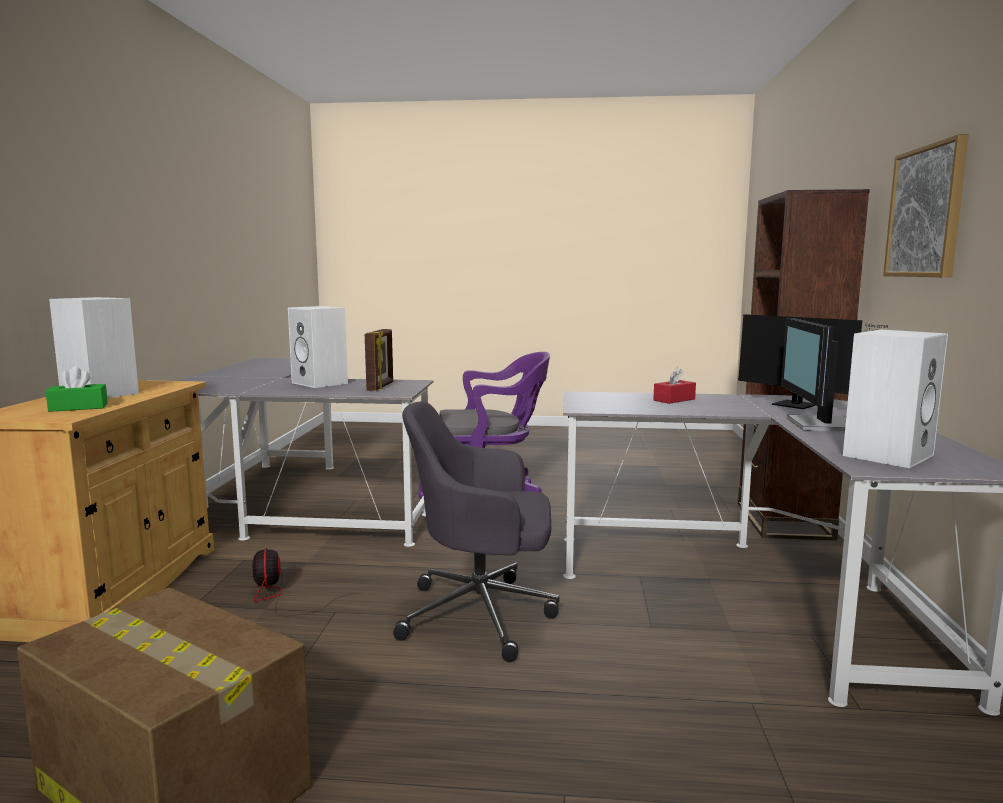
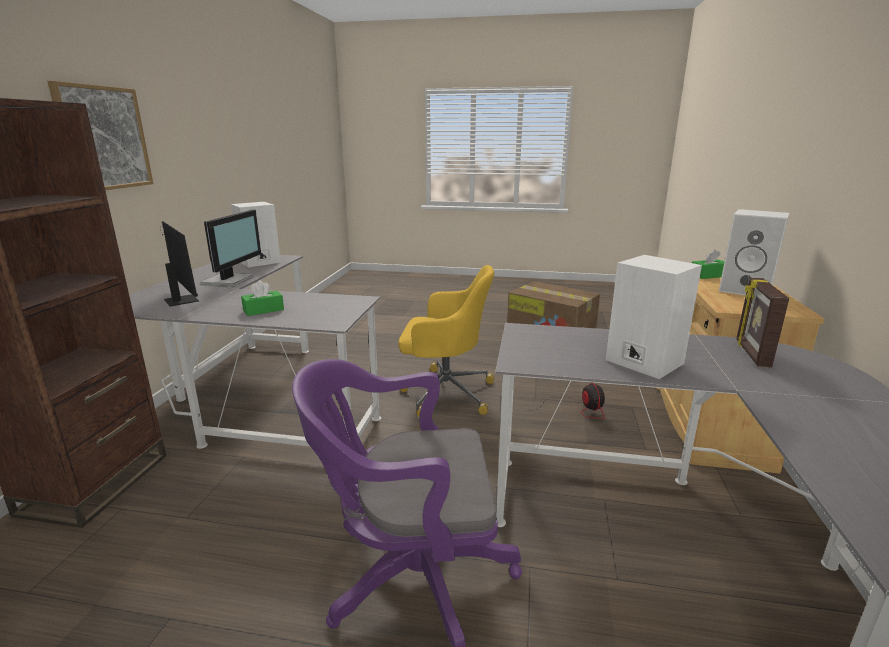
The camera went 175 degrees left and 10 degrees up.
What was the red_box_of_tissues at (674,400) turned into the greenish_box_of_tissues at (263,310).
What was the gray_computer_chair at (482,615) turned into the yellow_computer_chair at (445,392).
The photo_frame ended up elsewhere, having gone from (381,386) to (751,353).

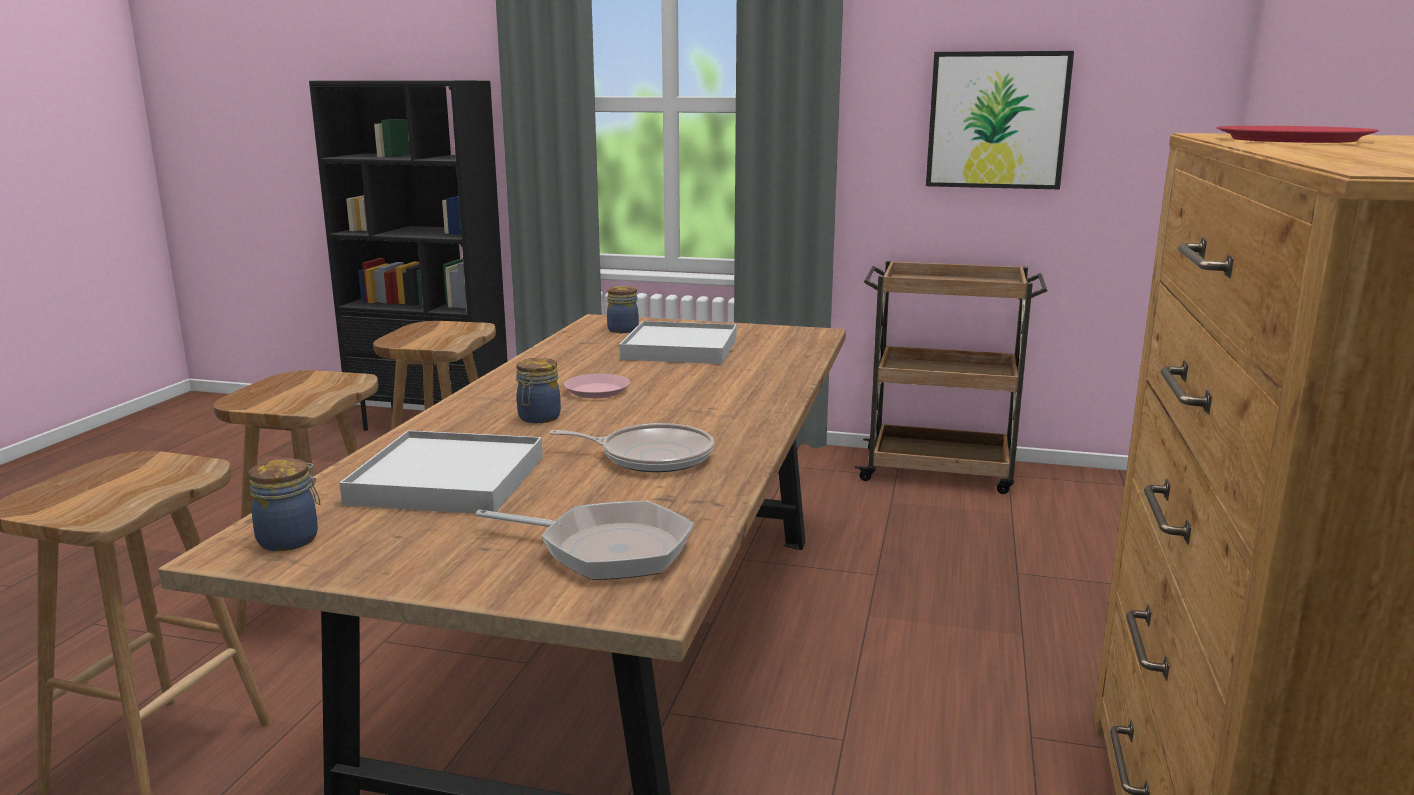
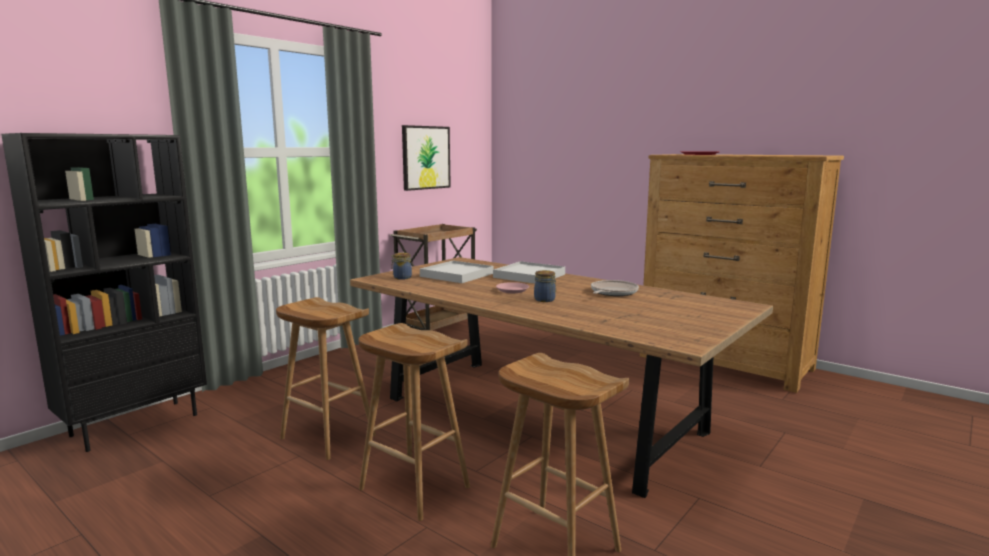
The camera went 65 degrees left and 5 degrees down.
The white-coloured_serving_tray ended up elsewhere, having gone from (449,480) to (529,276).
The second view lost the preserve_jar at (291,539).
The second view lost the pan at (606,549).

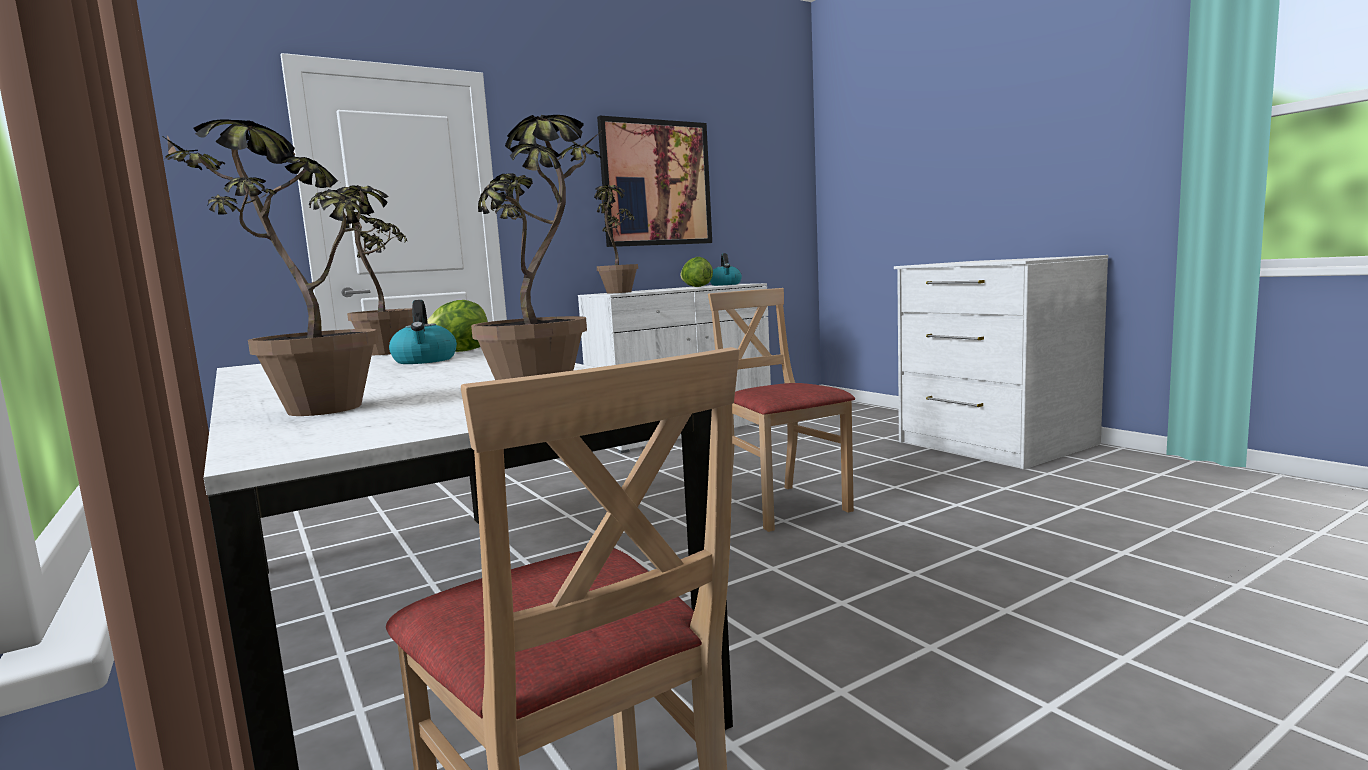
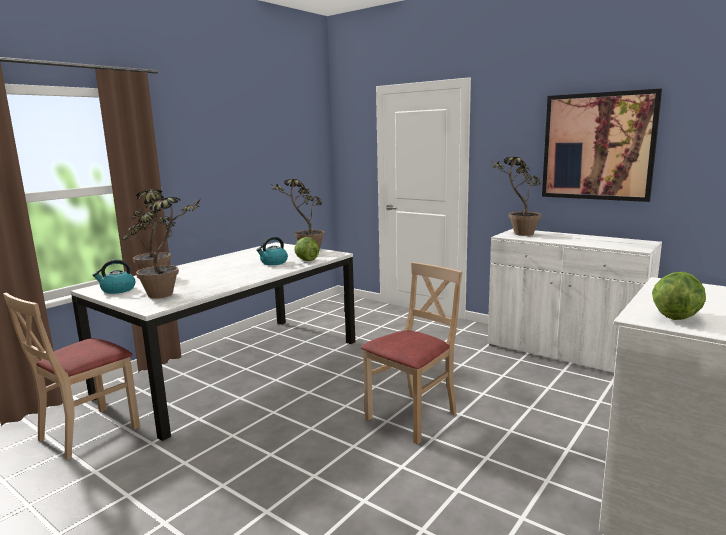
The camera went 70 degrees right and 5 degrees up.
The tea_kettle ended up elsewhere, having gone from (726,284) to (117,290).
The head_of_lettuce ended up elsewhere, having gone from (696,287) to (675,316).

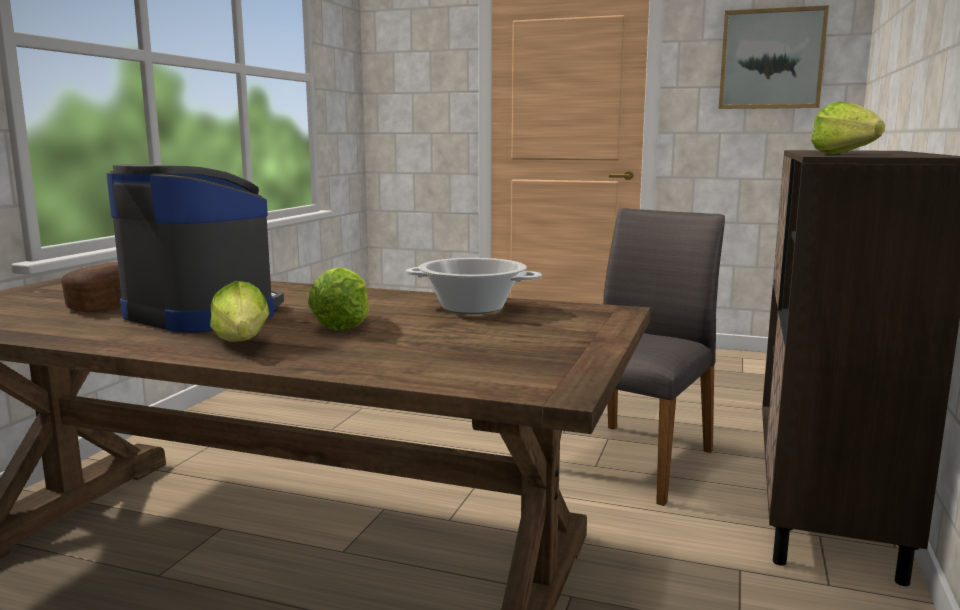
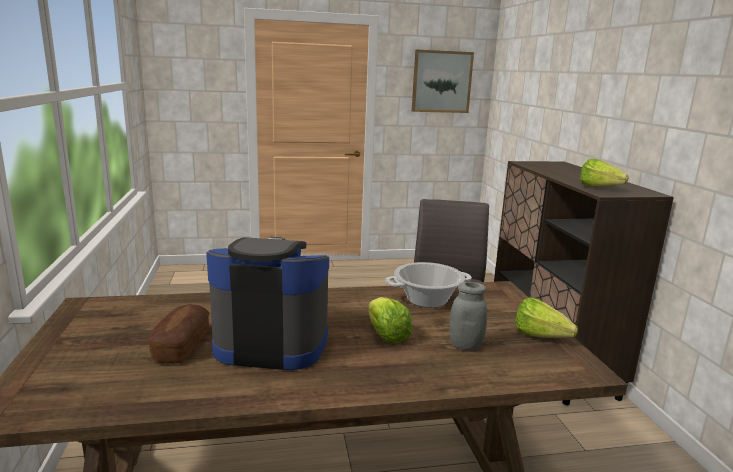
The camera went 30 degrees left and 5 degrees up.
The second view gained the gray_preserve_jar at (465,345).
The head_of_lettuce ended up elsewhere, having gone from (241,346) to (544,338).

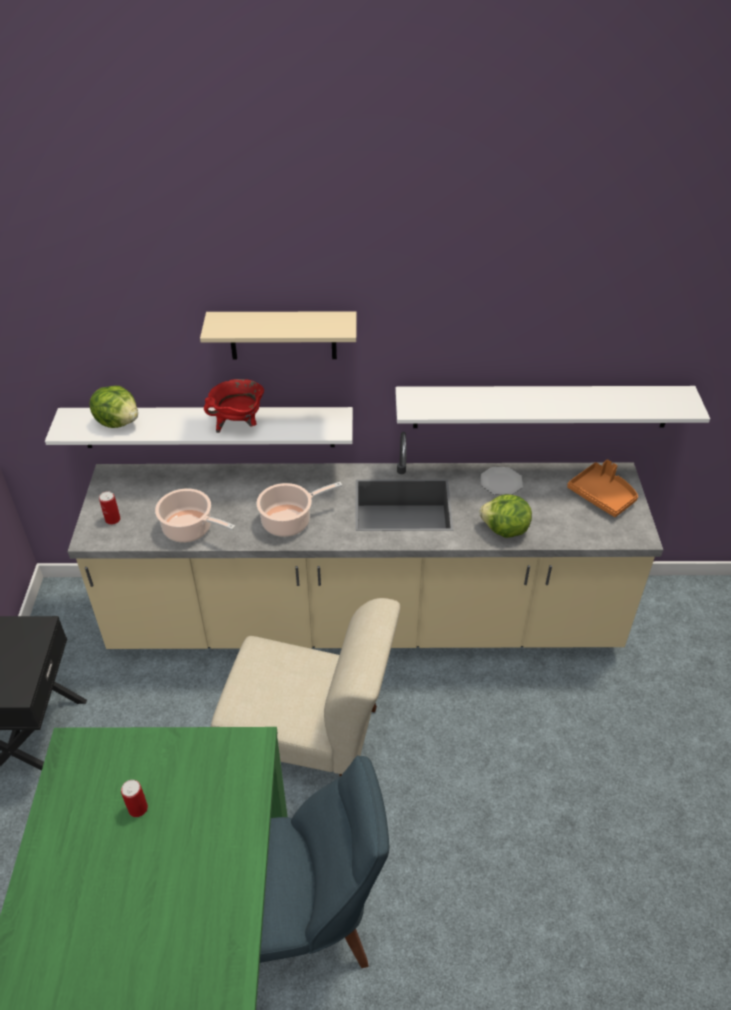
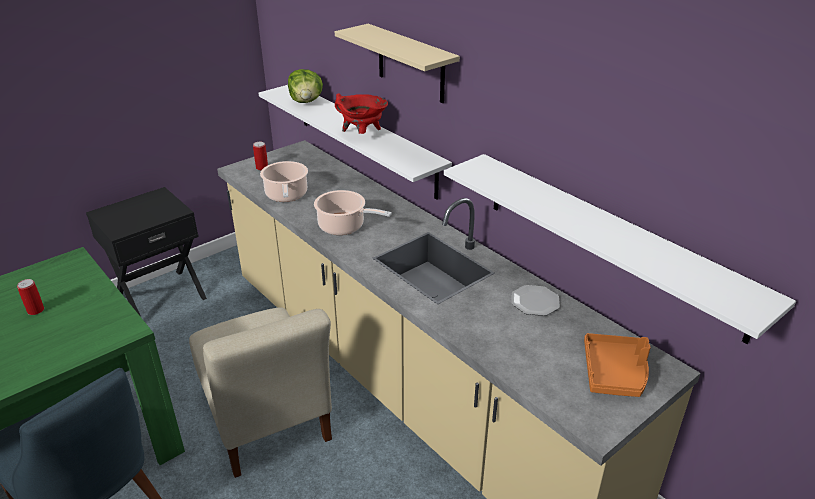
The camera went 50 degrees right and 10 degrees down.
The second view lost the head_of_lettuce at (504,530).

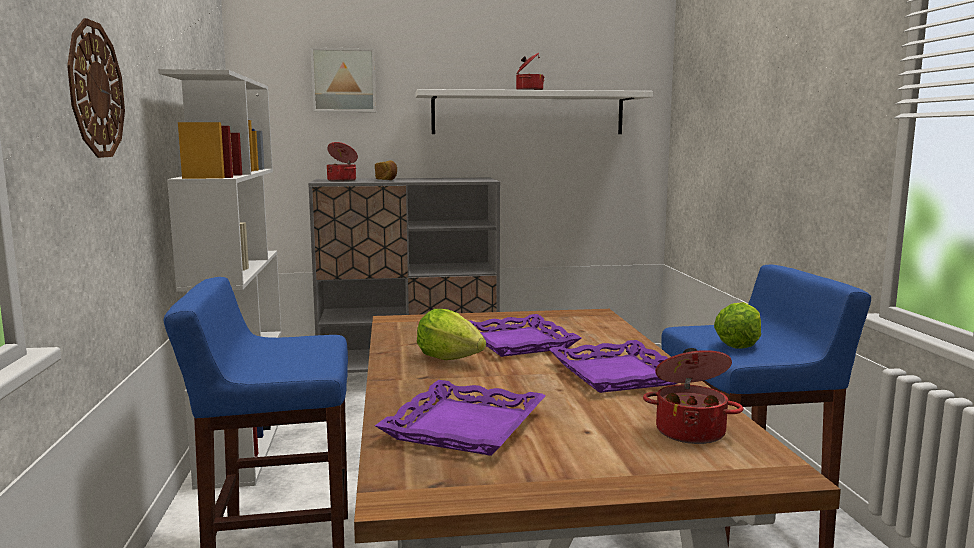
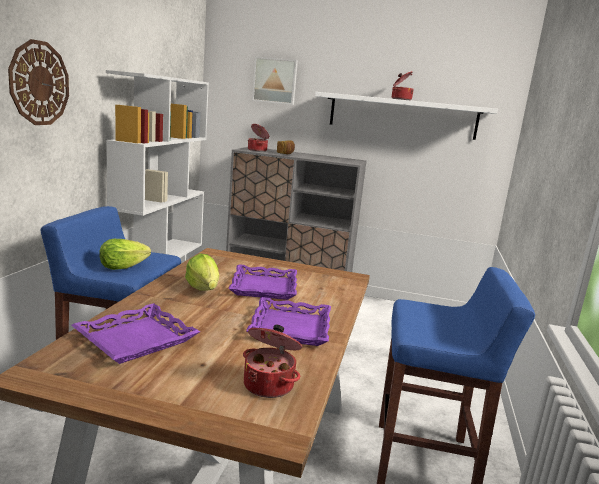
The camera went 20 degrees right and 5 degrees up.
The head_of_lettuce ended up elsewhere, having gone from (738,344) to (122,267).

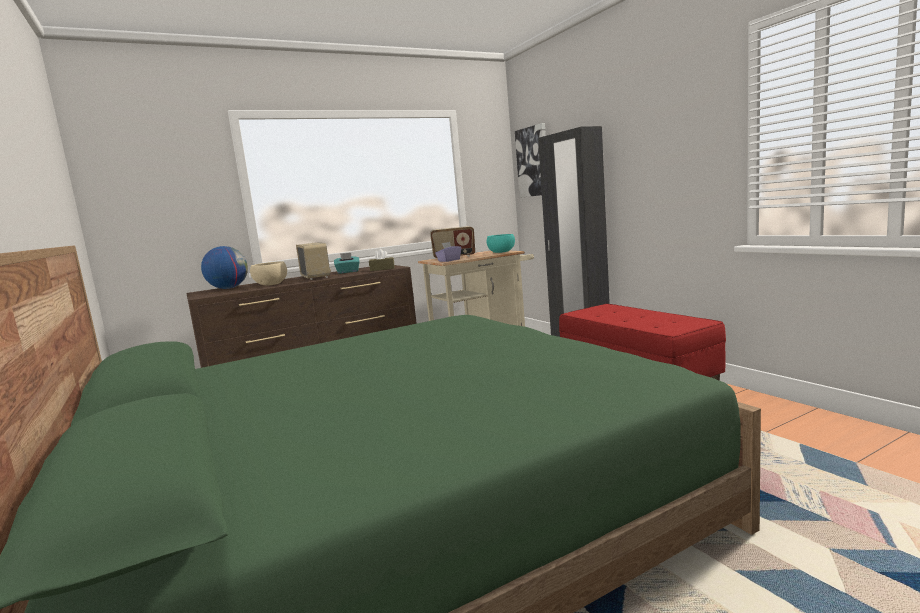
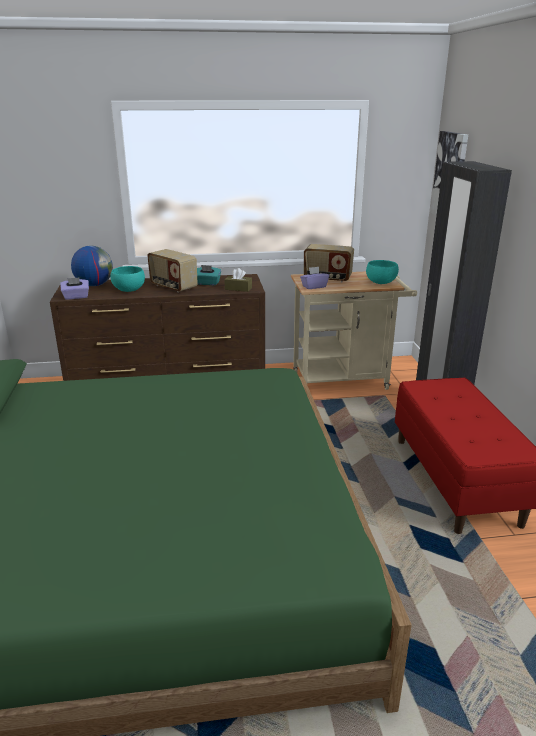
The camera went 20 degrees right and 15 degrees up.
The second view gained the purple_box_of_tissues at (76,297).
What was the beige-coloured_serving_bowl at (270,284) turned into the turquoise-coloured_serving_bowl at (129,289).
The radio at (316,277) ended up facing another way, 135 degrees clockwise from before.

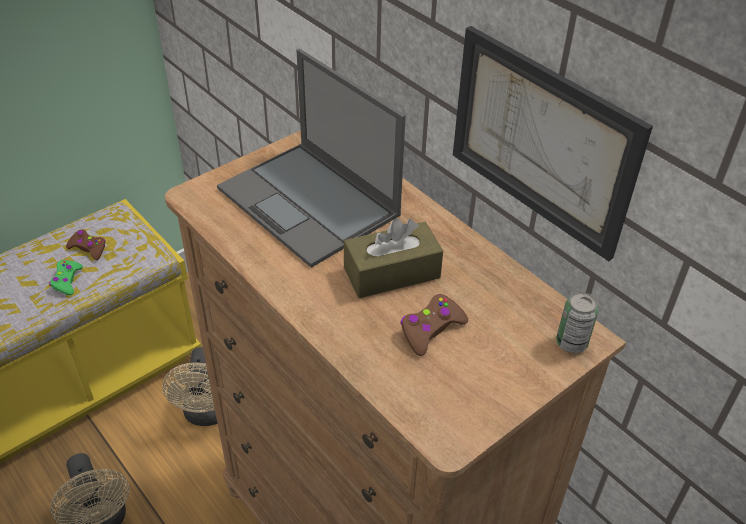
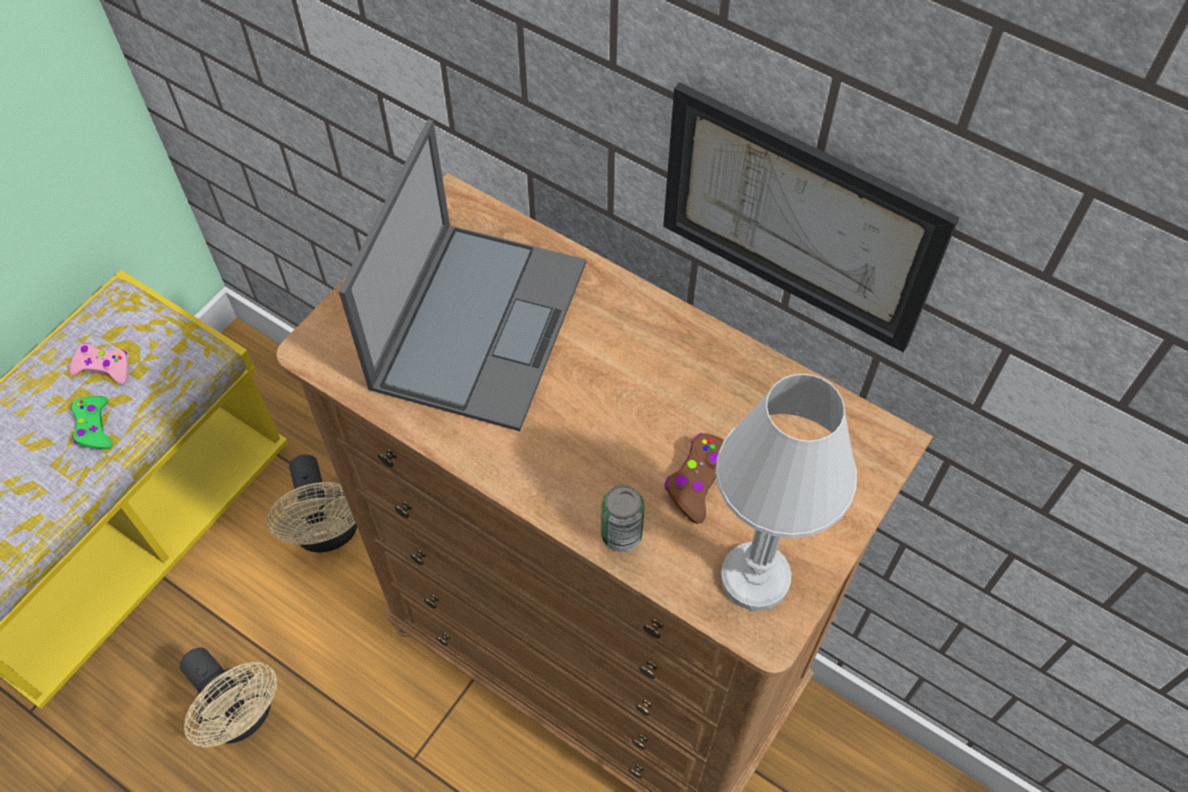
The camera went 15 degrees left and 15 degrees up.
What was the brownish_game_controller at (88,248) turned into the pink-coloured_game_controller at (103,367).
The notebook_computer at (310,203) ended up facing another way, 105 degrees counterclockwise from before.
The can ended up elsewhere, having gone from (571,343) to (621,535).
The second view gained the white-coloured_lamp_for_a_table at (755,578).
The second view lost the brownish_box_of_tissues at (392,273).

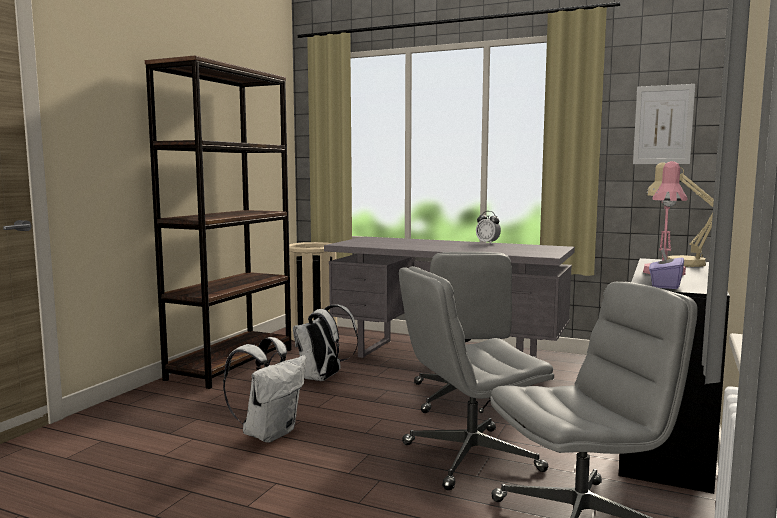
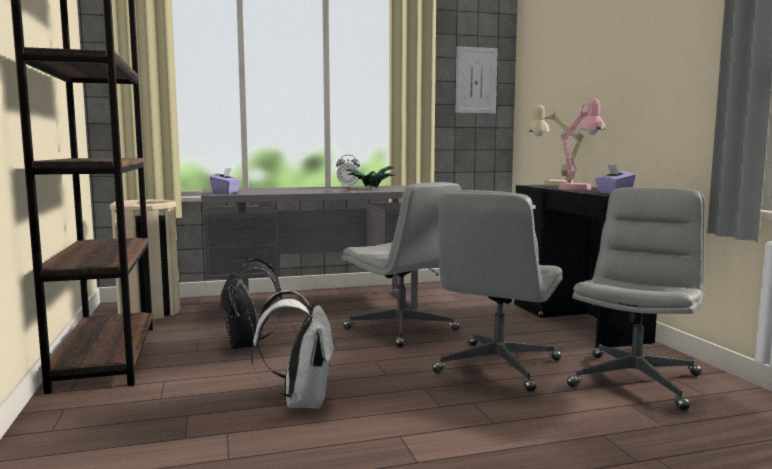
The camera went 40 degrees left and 0 degrees up.
The second view gained the purple_box_of_tissues at (226,193).
What was the white-coloured_backpack at (323,378) turned into the blackish_backpack at (248,344).
The second view gained the potted_plant at (370,189).

